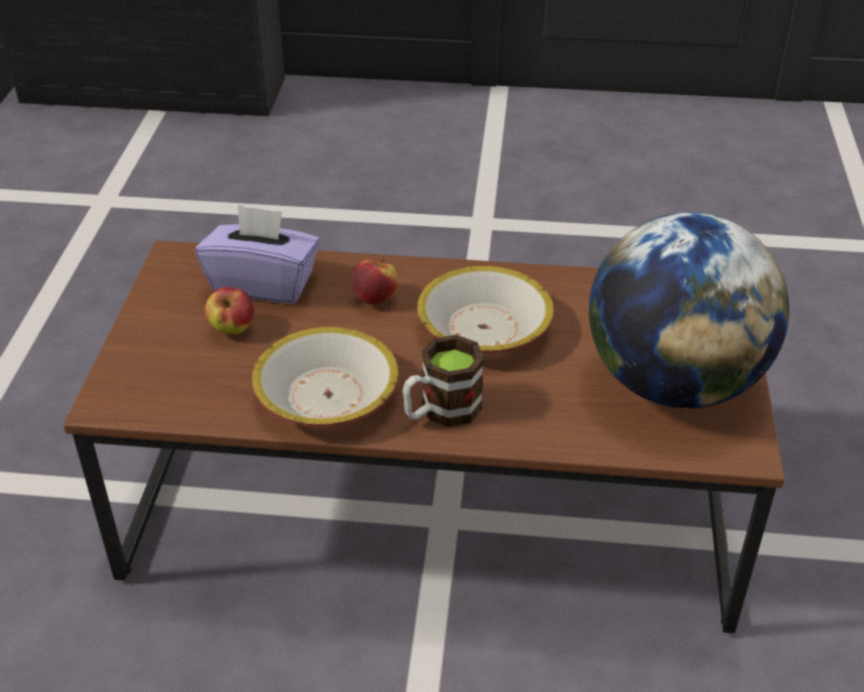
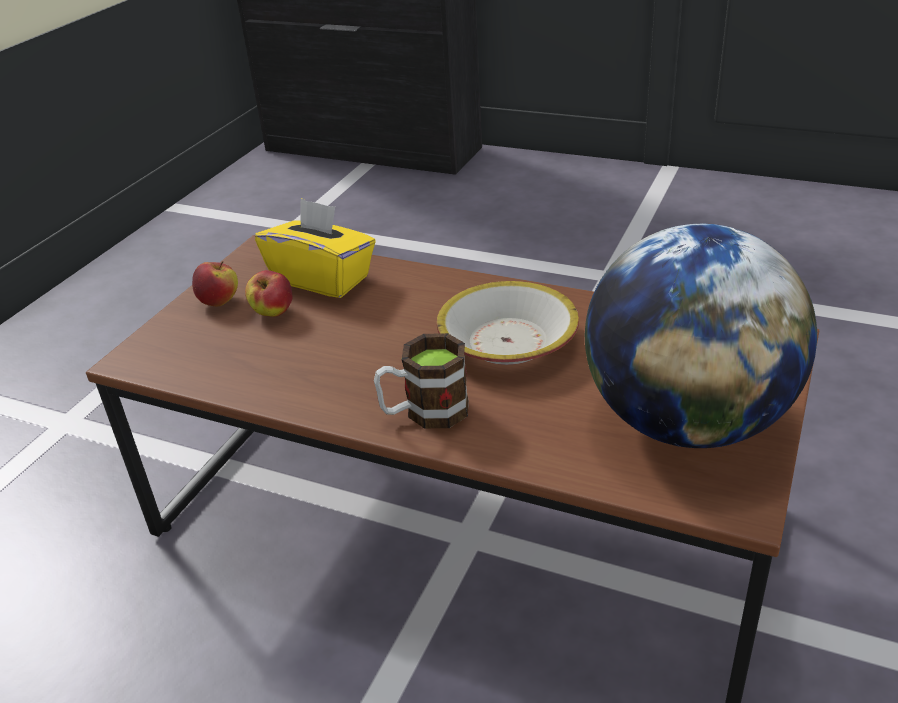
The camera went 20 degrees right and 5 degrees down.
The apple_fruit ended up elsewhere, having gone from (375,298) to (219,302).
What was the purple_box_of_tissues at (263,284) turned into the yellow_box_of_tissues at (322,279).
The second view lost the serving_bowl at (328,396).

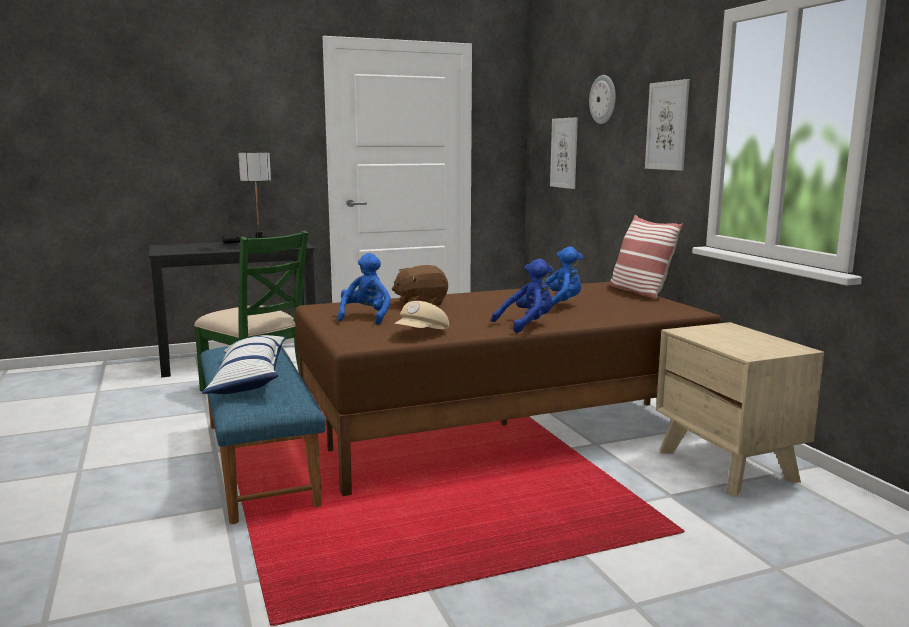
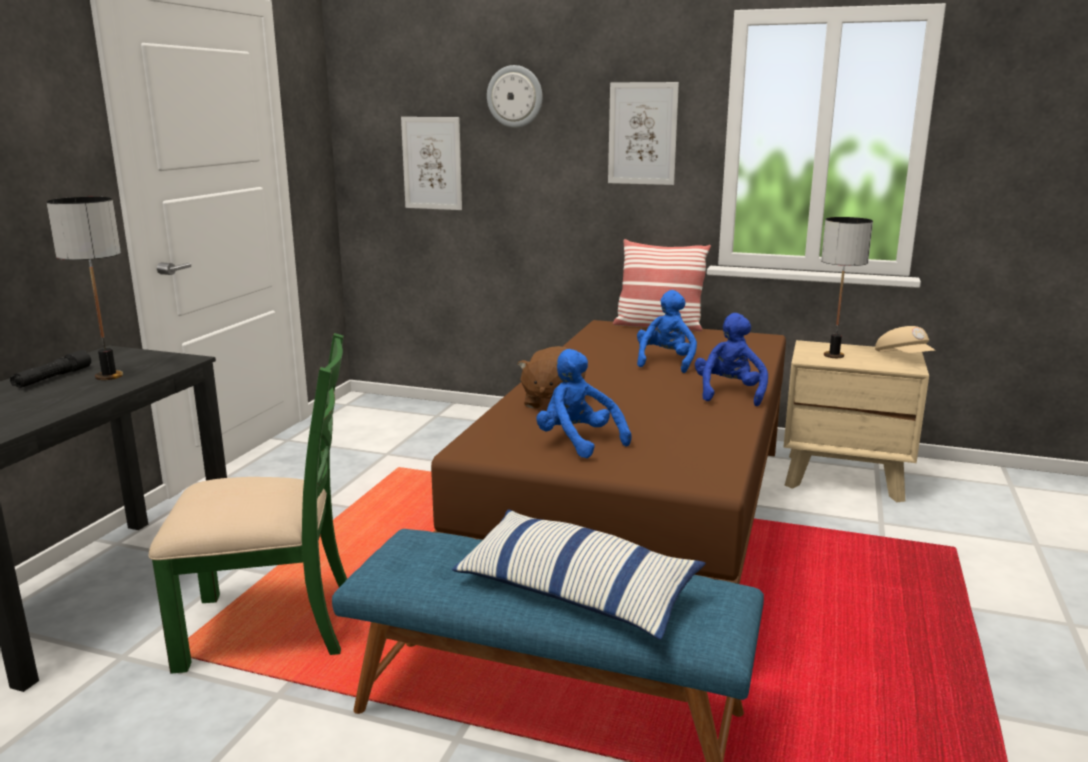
The camera went 50 degrees left and 5 degrees up.
The second view gained the lamp_for_a_table at (833,355).
The beige-coloured_baseball_cap ended up elsewhere, having gone from (422,334) to (904,358).

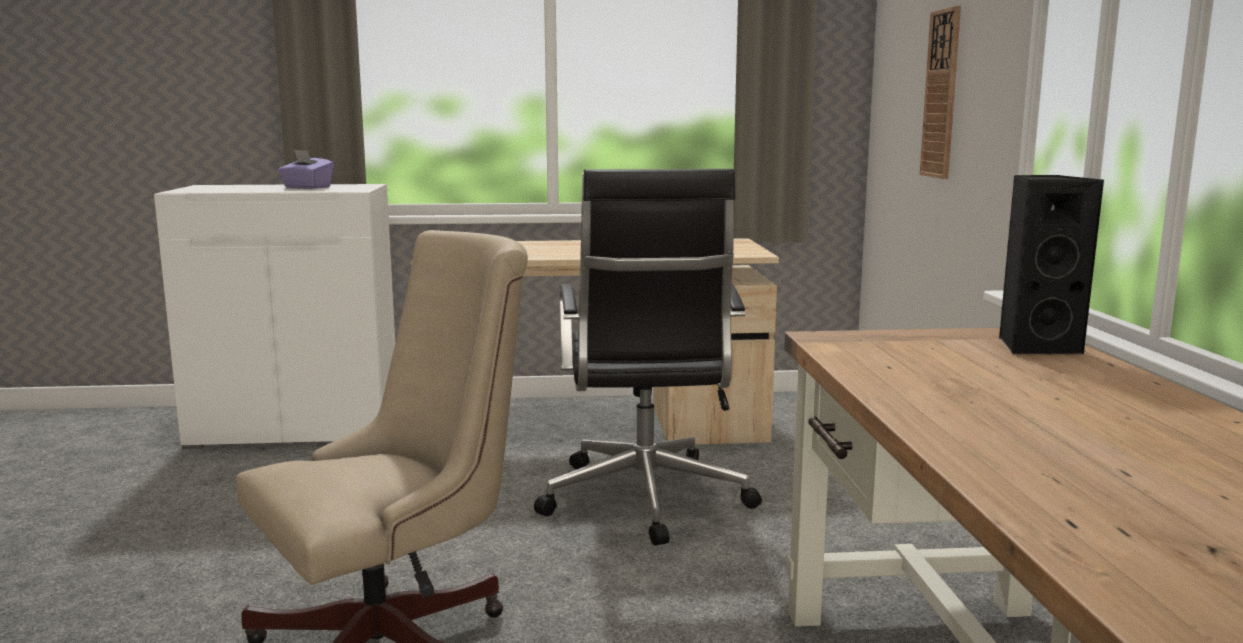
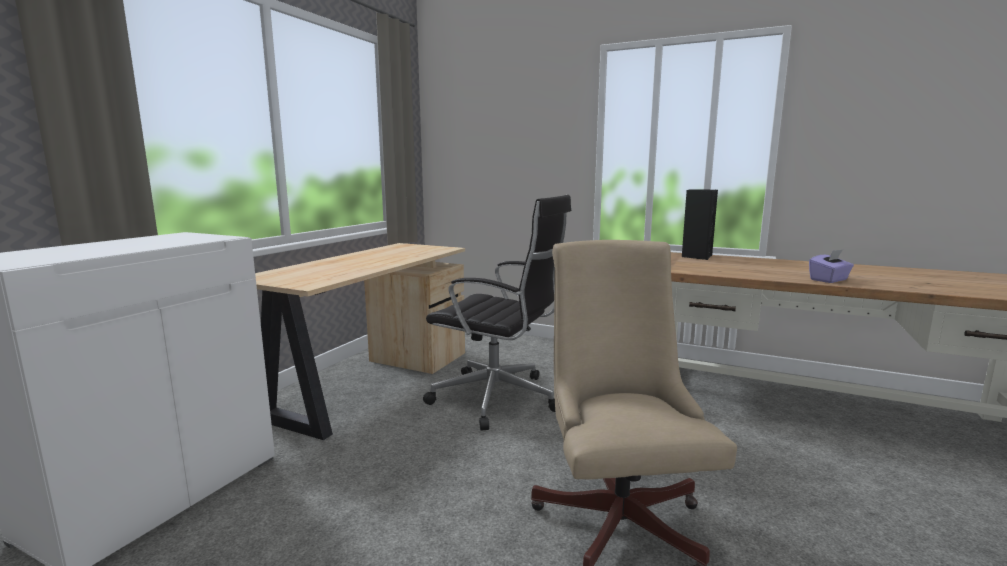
The camera went 60 degrees left and 0 degrees up.
The purple_box_of_tissues ended up elsewhere, having gone from (307,188) to (829,280).
The second view lost the clock_on_the_wall at (941,94).

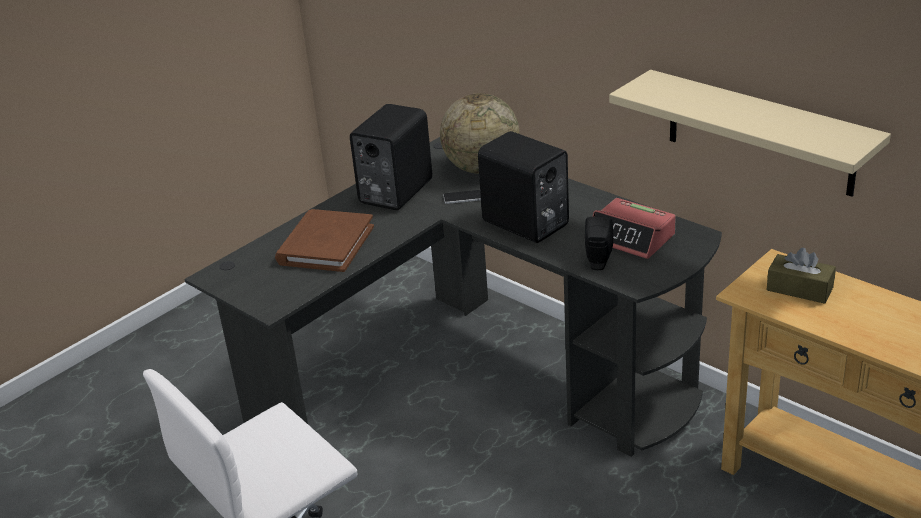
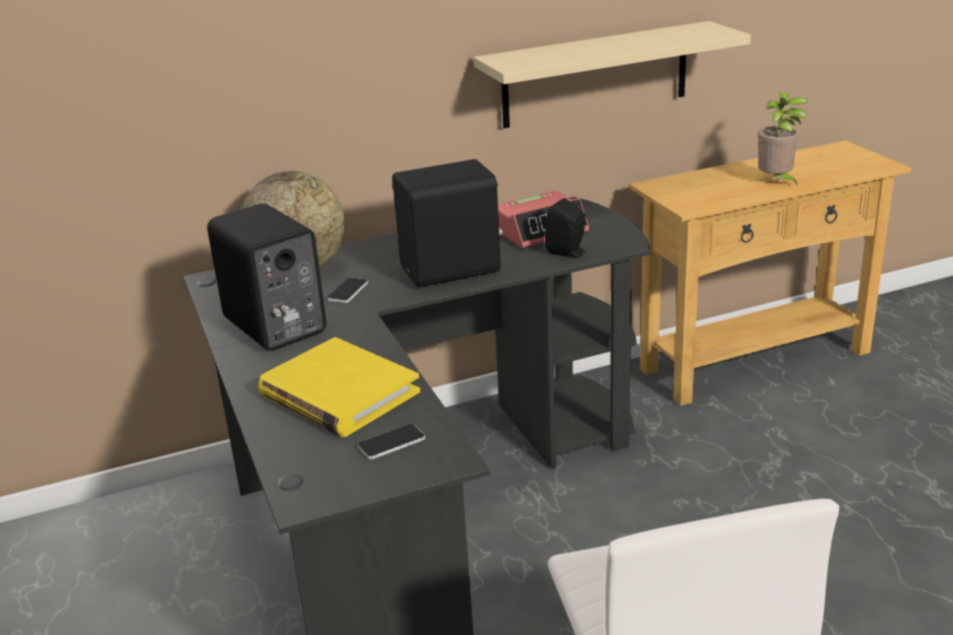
The camera went 65 degrees left and 5 degrees down.
What was the brownish_volume at (326,245) turned into the yellow_volume at (338,394).
The second view gained the phone at (391,442).
The second view gained the potted_plant at (776,182).
The second view lost the brownish_box_of_tissues at (799,289).

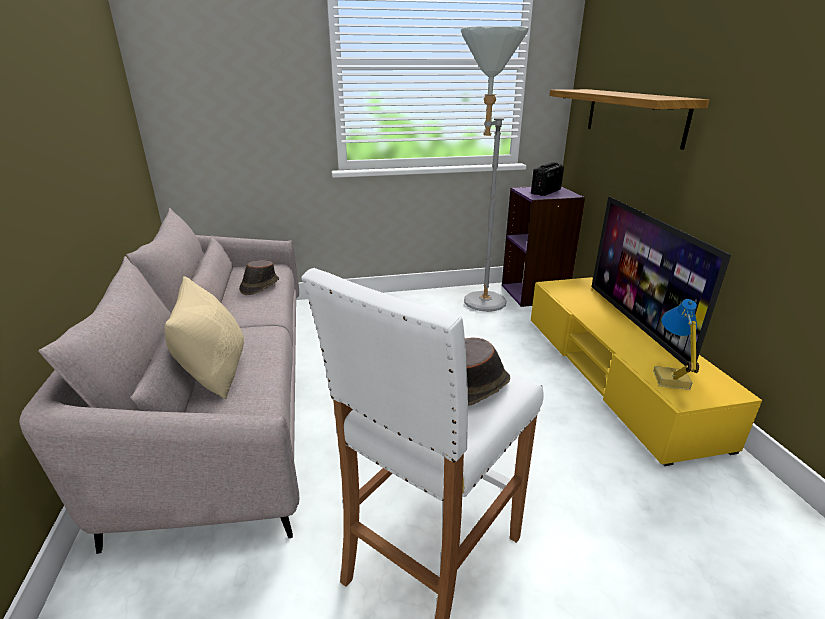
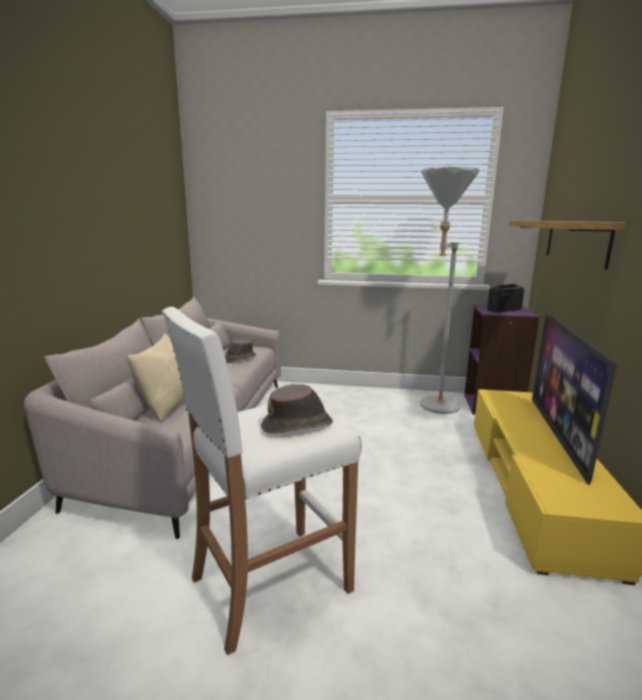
The camera went 20 degrees right and 10 degrees down.
The second view lost the lamp_for_a_table at (669,380).

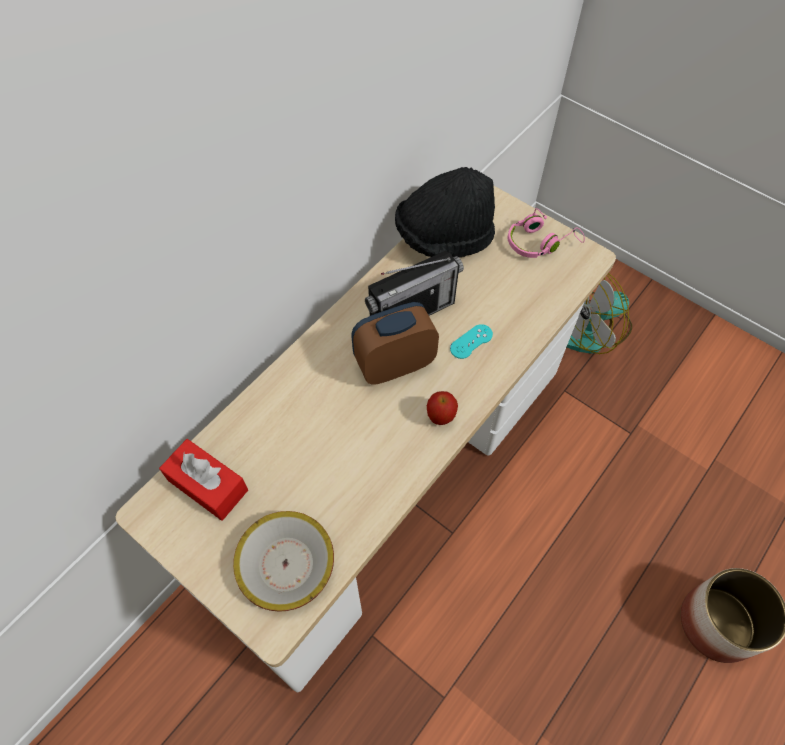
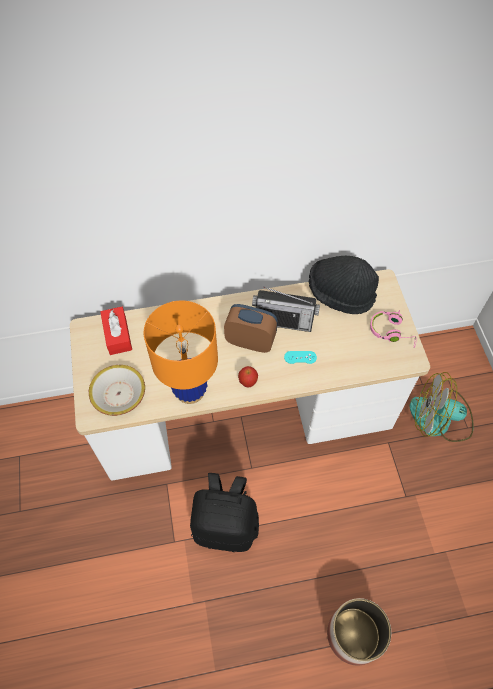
The camera went 40 degrees right and 0 degrees up.
The second view gained the orange-coloured_lamp_for_a_table at (190,391).
The second view gained the blackish_backpack at (226,525).

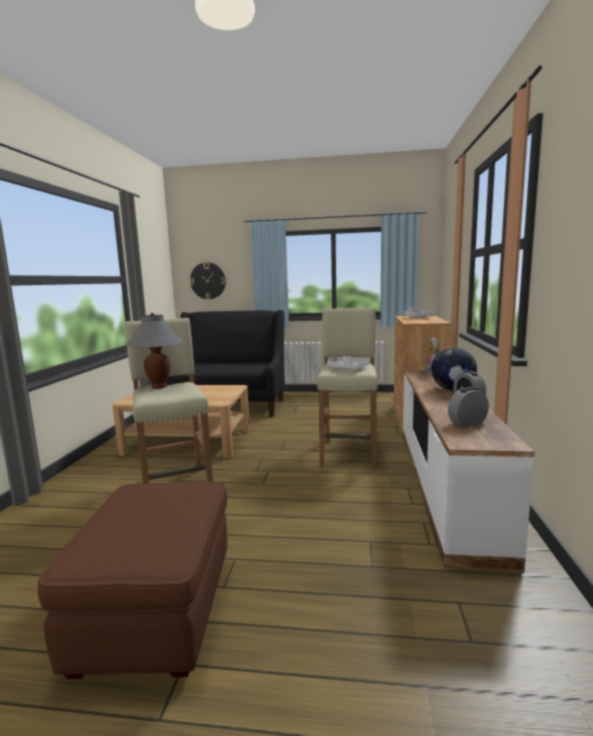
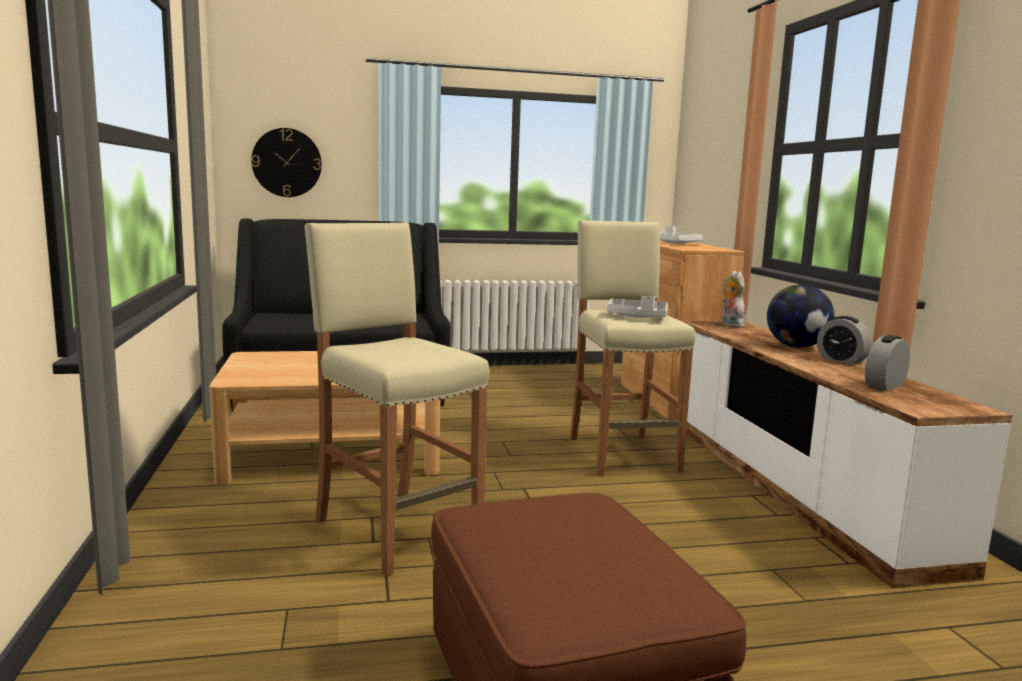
The camera went 20 degrees left and 0 degrees up.
The second view lost the gray_lamp_for_a_table at (159,386).

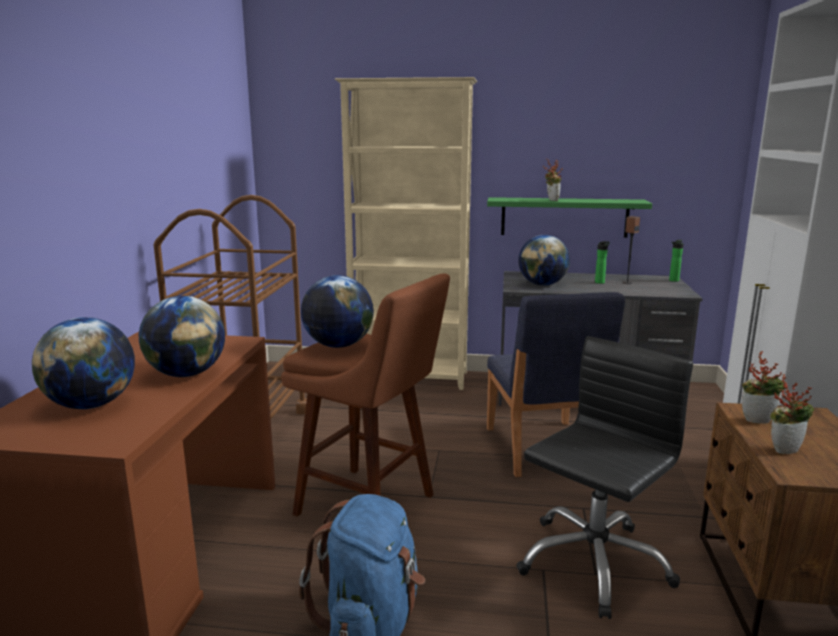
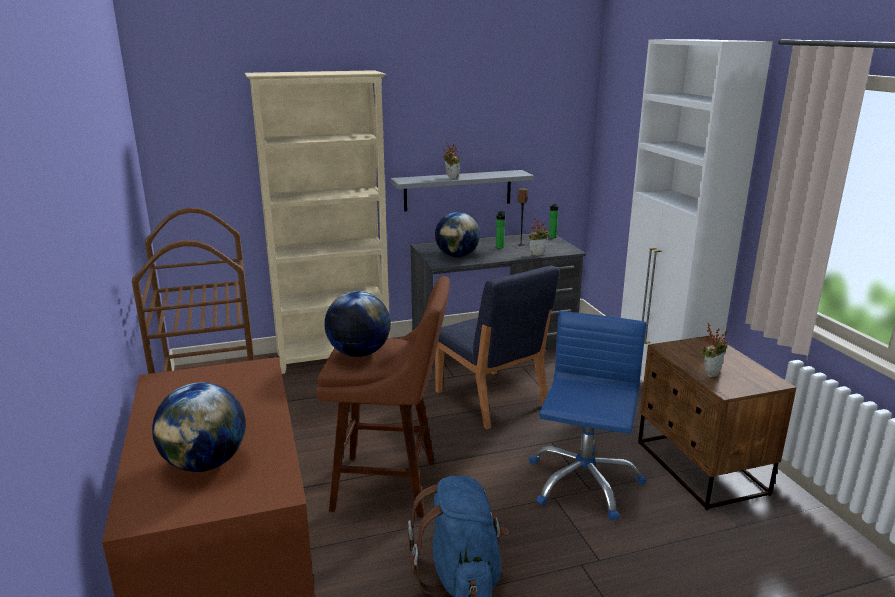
The camera went 25 degrees left and 5 degrees up.
What was the greenish_bracket_shelf at (564,217) turned into the gray_bracket_shelf at (458,190).
The potted_plant ended up elsewhere, having gone from (757,419) to (537,254).
What was the blackish_computer_chair at (593,562) turned into the bluish_computer_chair at (583,482).
The second view lost the desk_globe at (187,374).

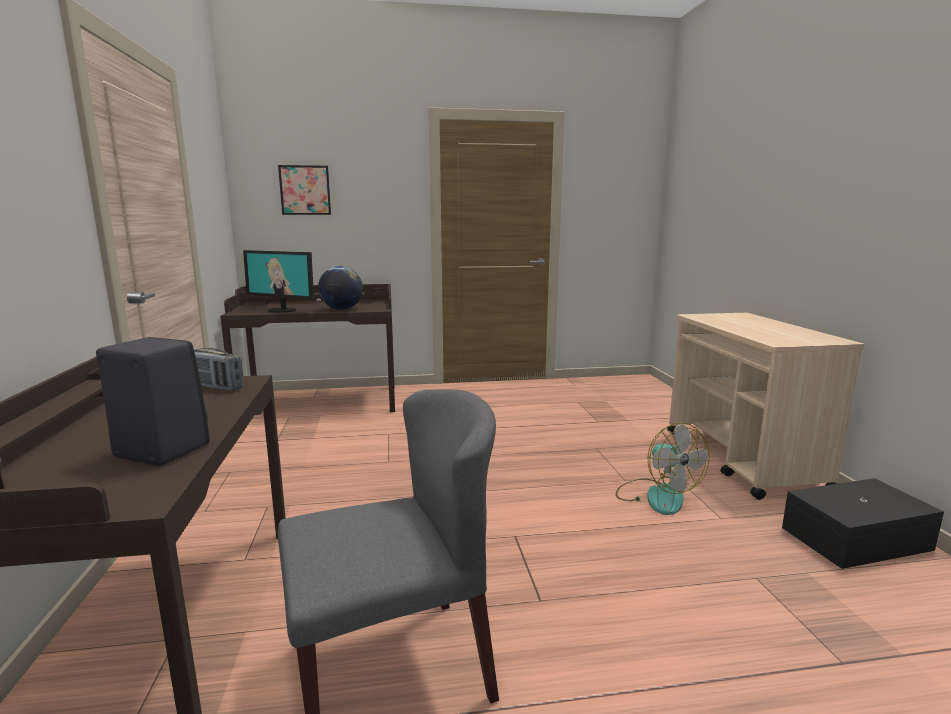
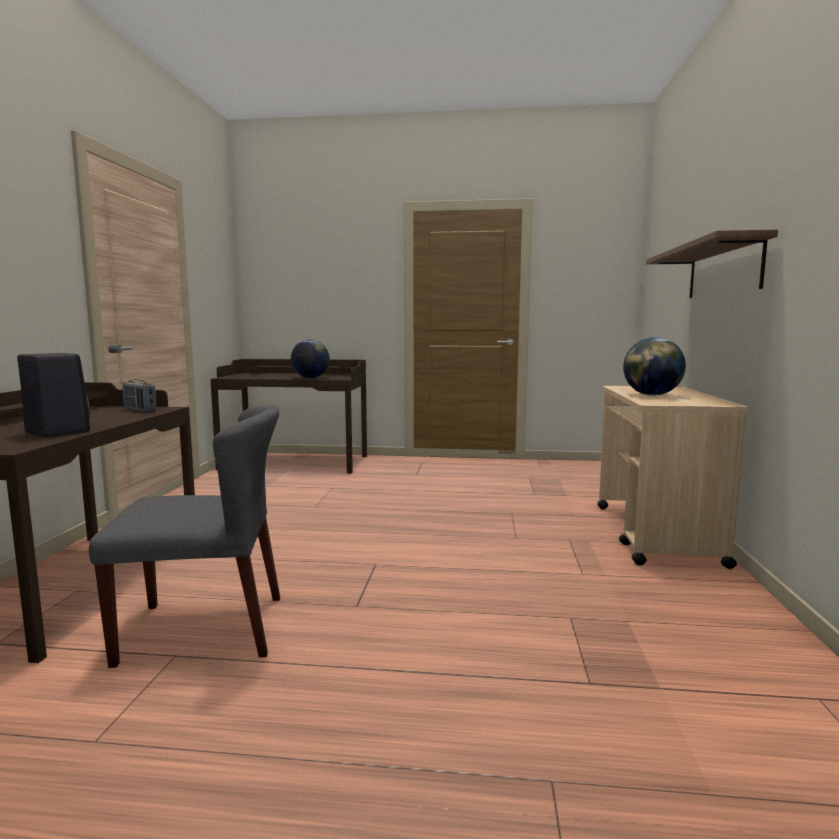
The camera went 15 degrees right and 5 degrees down.
The second view gained the desk_globe at (651,395).
The second view gained the bracket_shelf at (723,270).
The second view lost the monitor at (282,310).
The second view lost the wall_art at (305,190).
The second view lost the electric_fan at (656,496).
The second view lost the blackish_storage_bin at (853,538).

